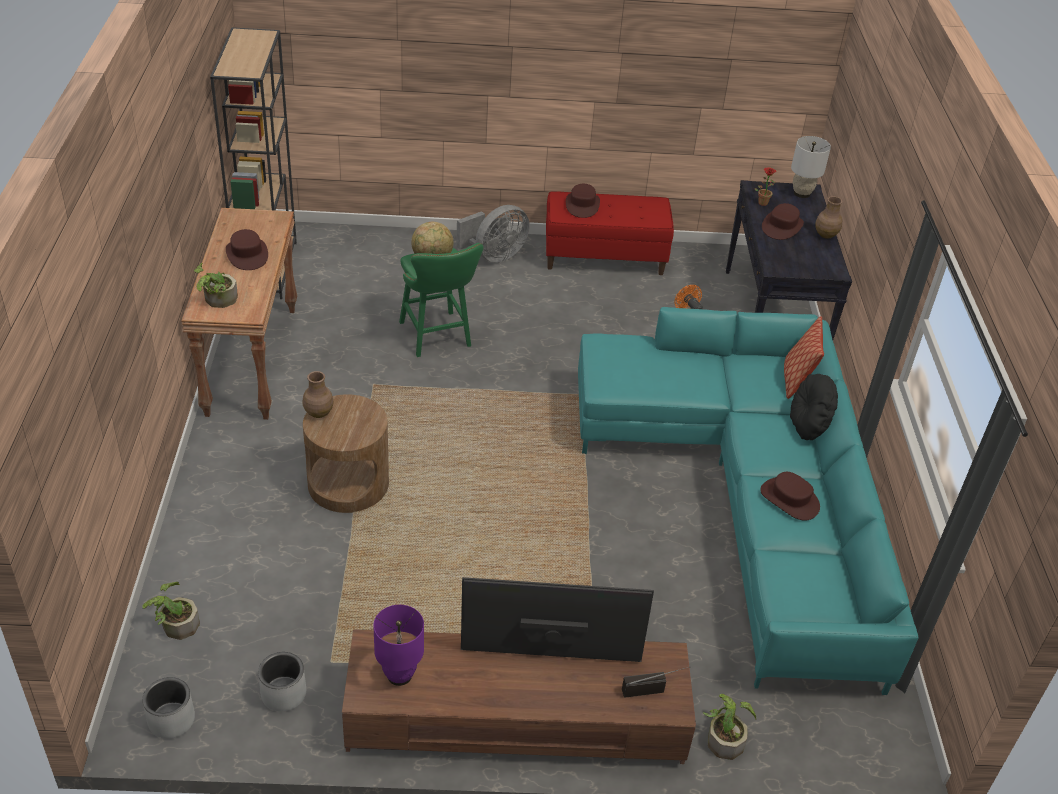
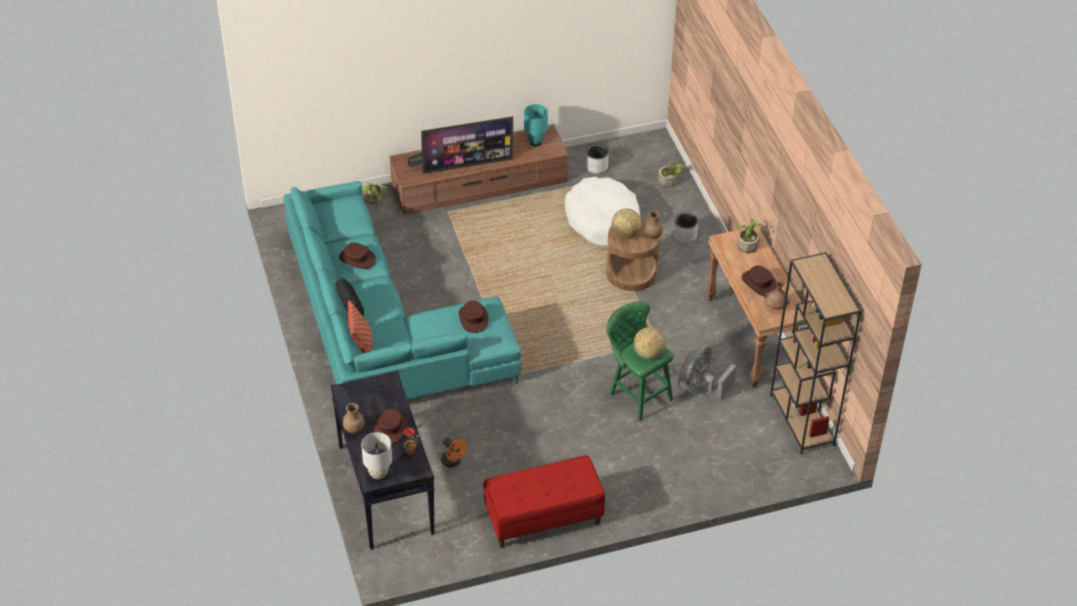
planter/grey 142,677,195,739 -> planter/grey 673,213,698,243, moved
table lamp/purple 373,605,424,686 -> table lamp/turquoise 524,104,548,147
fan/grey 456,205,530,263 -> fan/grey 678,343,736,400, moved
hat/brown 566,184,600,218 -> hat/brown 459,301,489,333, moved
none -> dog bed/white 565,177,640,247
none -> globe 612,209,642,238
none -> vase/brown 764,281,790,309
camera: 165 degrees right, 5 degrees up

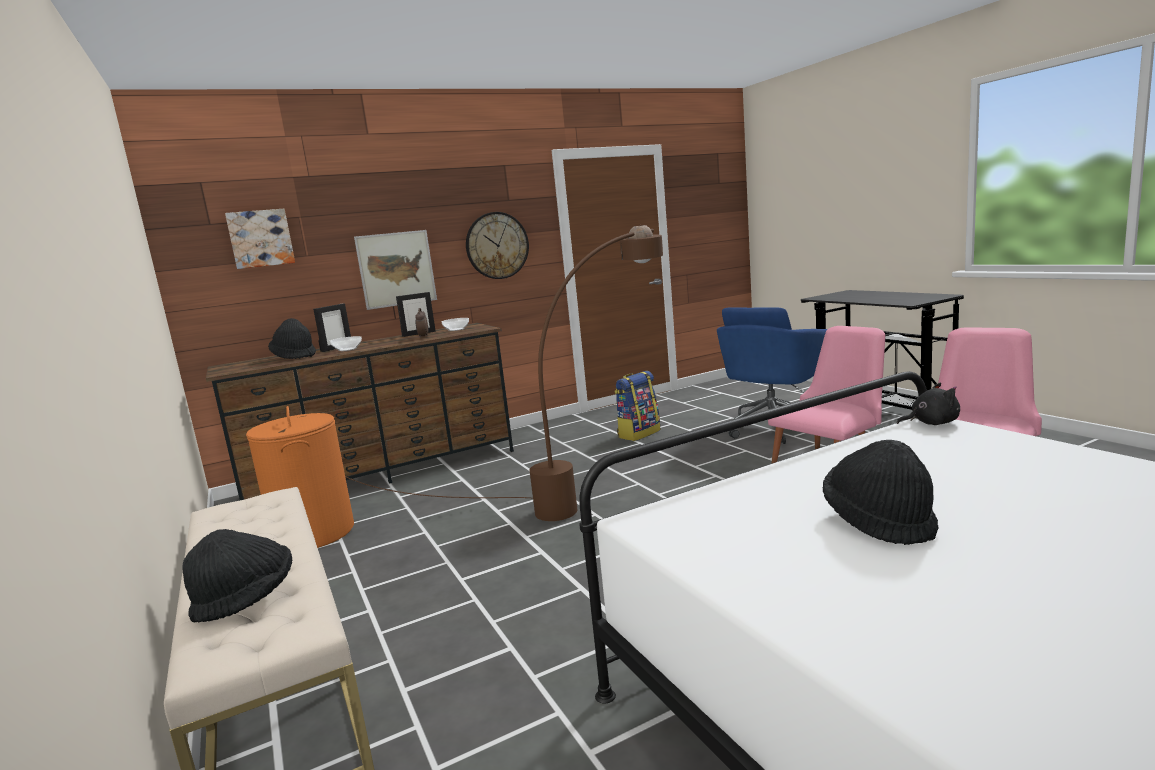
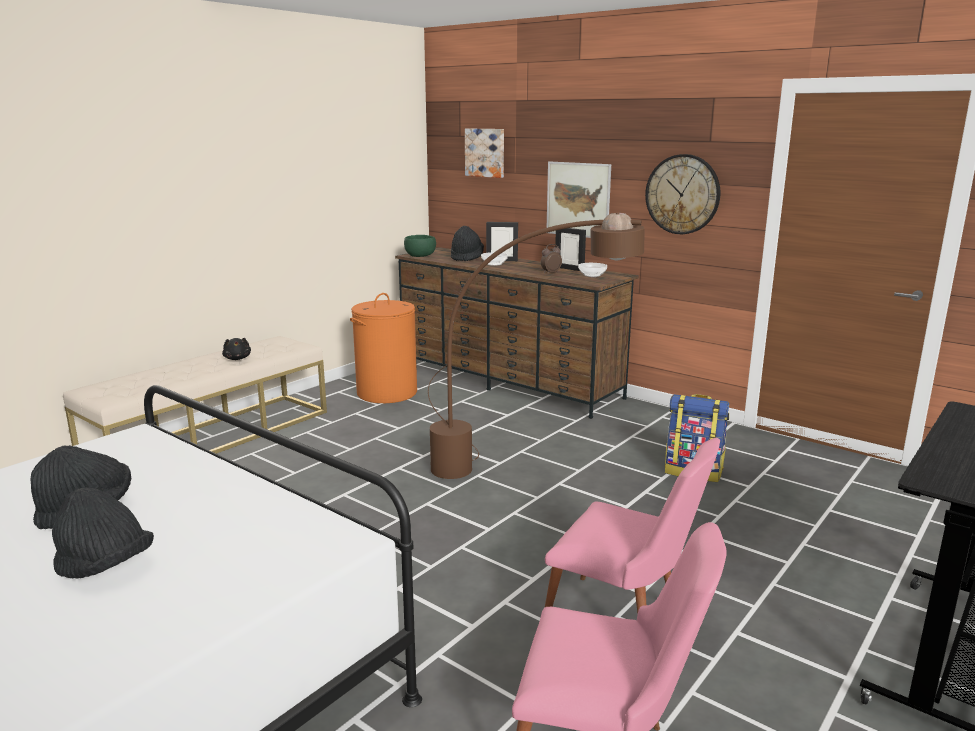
hat/black 182,529,292,623 -> hat/black 52,488,154,578, moved
office chair/blue 717,307,827,444 -> none
plush toy/black 897,383,960,425 -> plush toy/black 222,338,251,360, moved
none -> bowl/green 404,235,436,257
camera: 65 degrees right, 5 degrees up

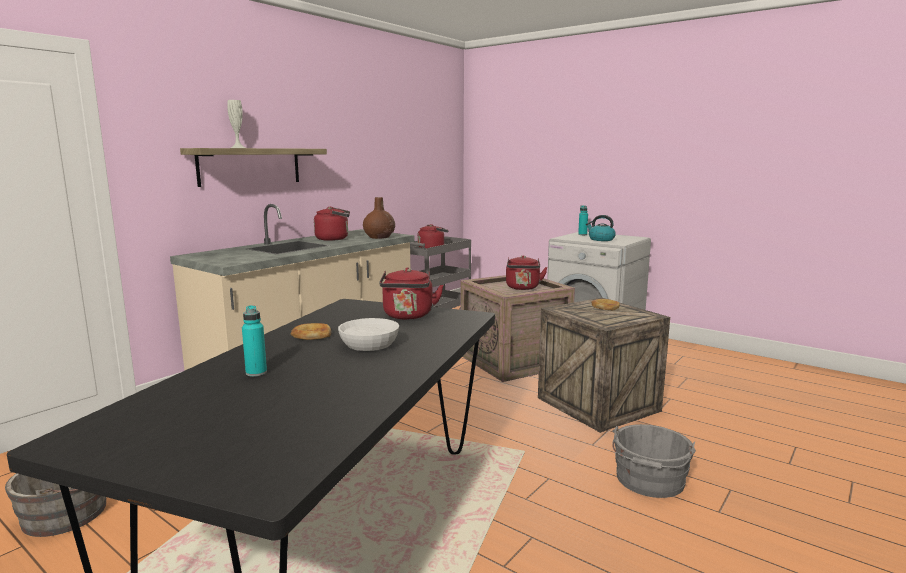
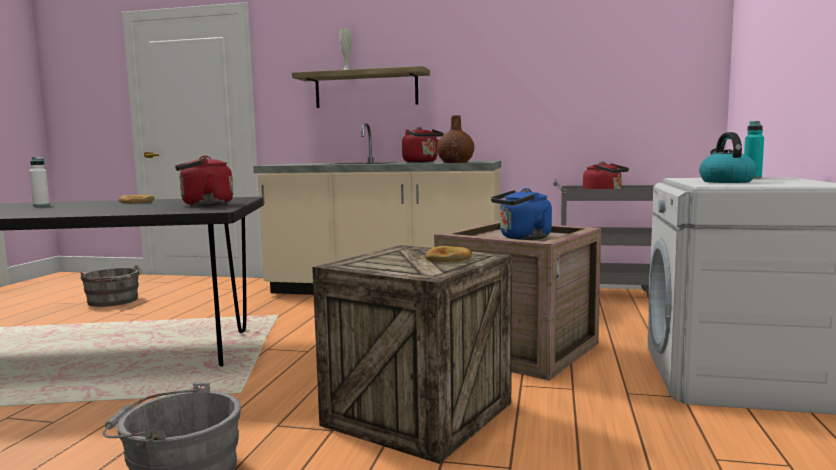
bottle/turquoise 242,305,267,377 -> bottle/white 29,157,50,206
bowl/white 338,318,399,351 -> none
kettle/red 506,255,548,290 -> kettle/blue 491,188,552,240
camera: 65 degrees right, 5 degrees down

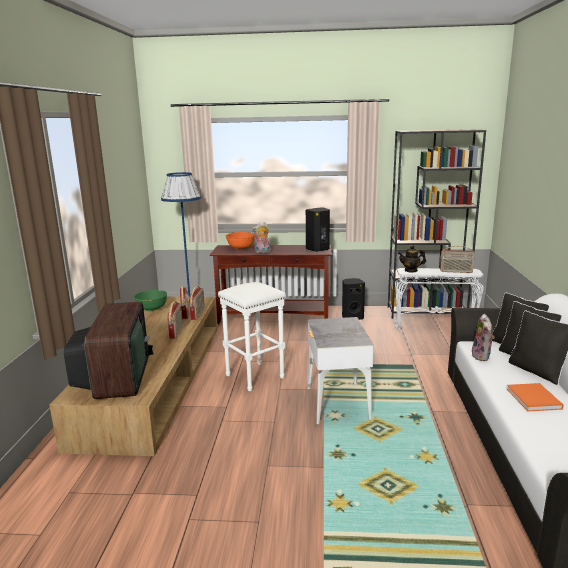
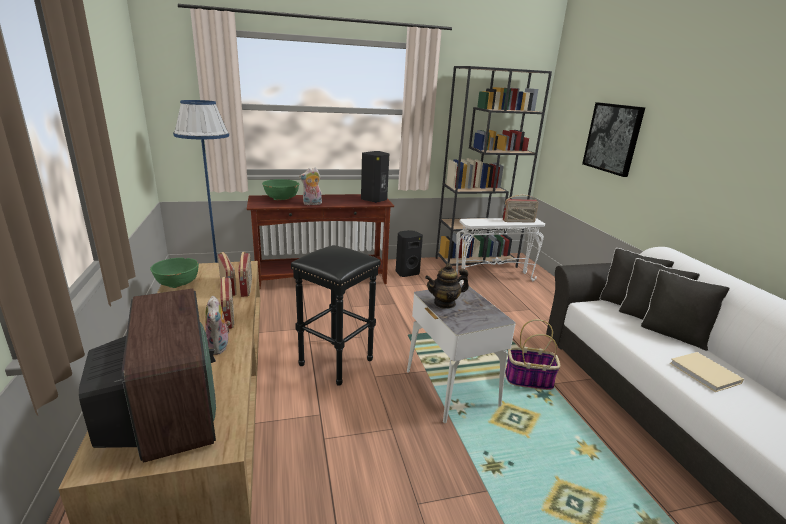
stool/white 218,282,286,391 -> stool/black 291,245,381,386
bowl/orange 226,232,255,249 -> bowl/green 262,179,299,200
teapot 398,245,426,273 -> teapot 425,263,469,309, moved
plush toy 470,314,495,361 -> plush toy 205,296,231,355, moved
book/orange 507,383,564,411 -> book/beige 670,352,744,392
none -> basket 505,319,560,390
none -> picture 582,102,646,177
camera: 20 degrees left, 5 degrees up

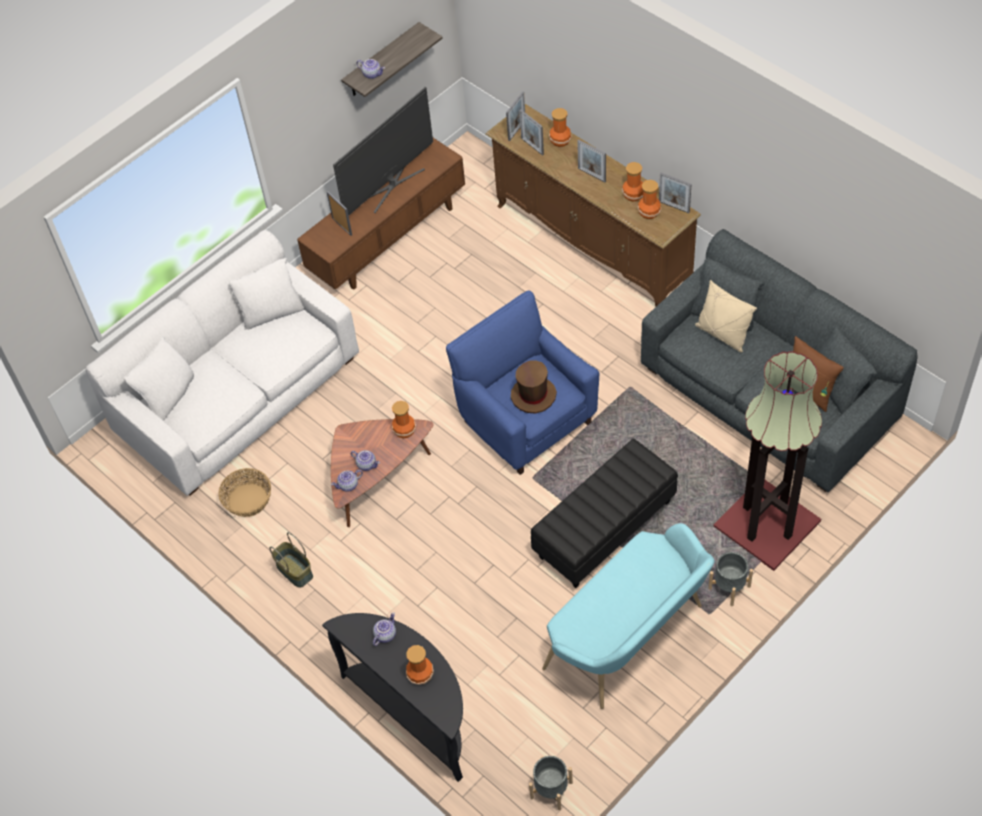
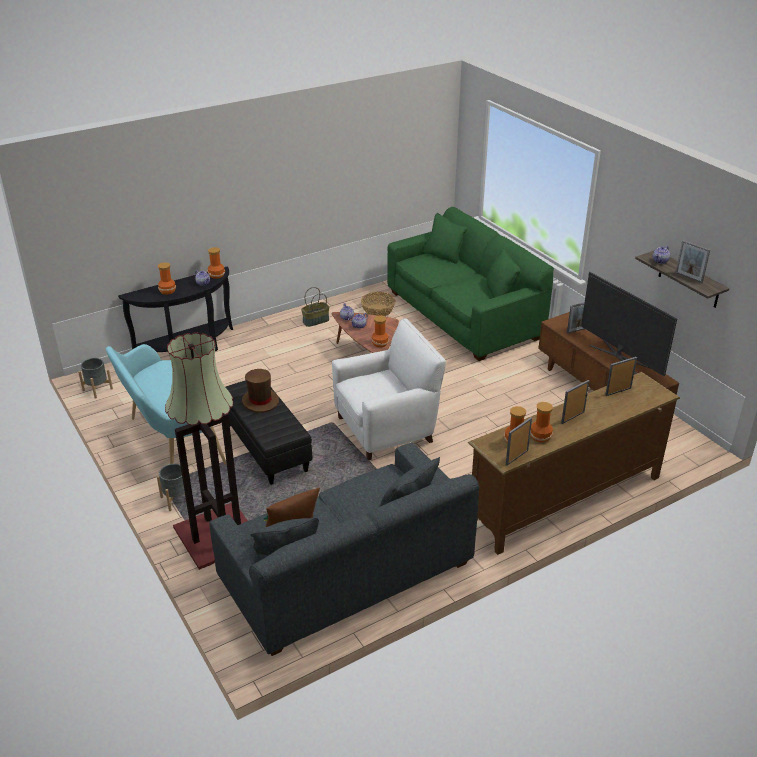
sofa/white 86,230,359,496 -> sofa/green 387,207,554,361
armchair/blue 446,290,599,475 -> armchair/white 332,318,446,460
picture frame 506,91,525,141 -> picture frame 676,240,710,283, moved
hat/brown 511,361,557,414 -> hat/brown 242,369,279,413, moved
vase 549,108,572,147 -> vase 208,247,225,279, moved
pillow/beige 695,280,757,352 -> none
camera: 100 degrees right, 20 degrees down

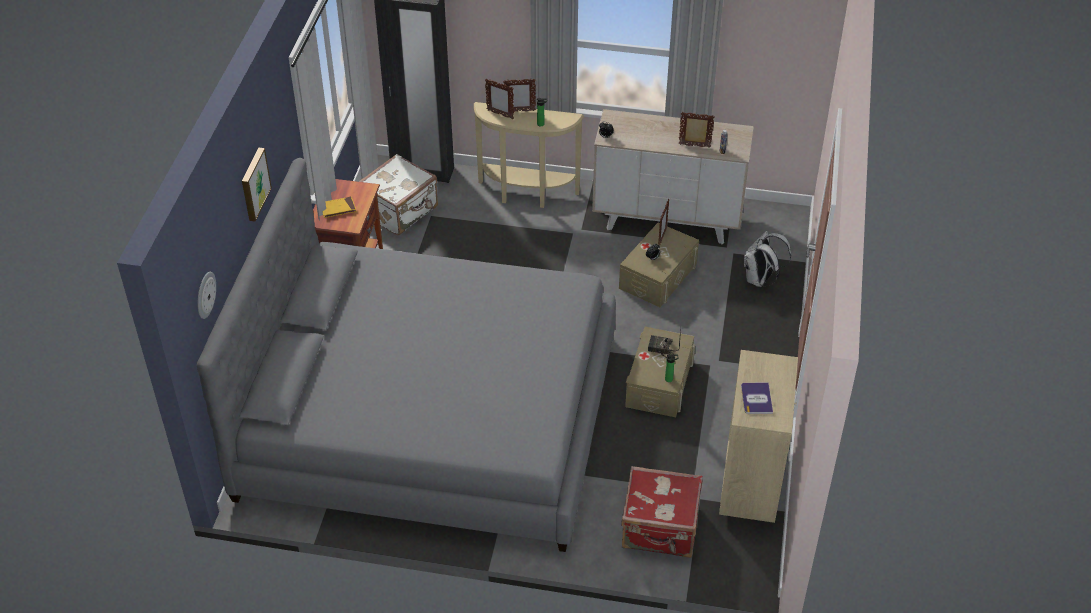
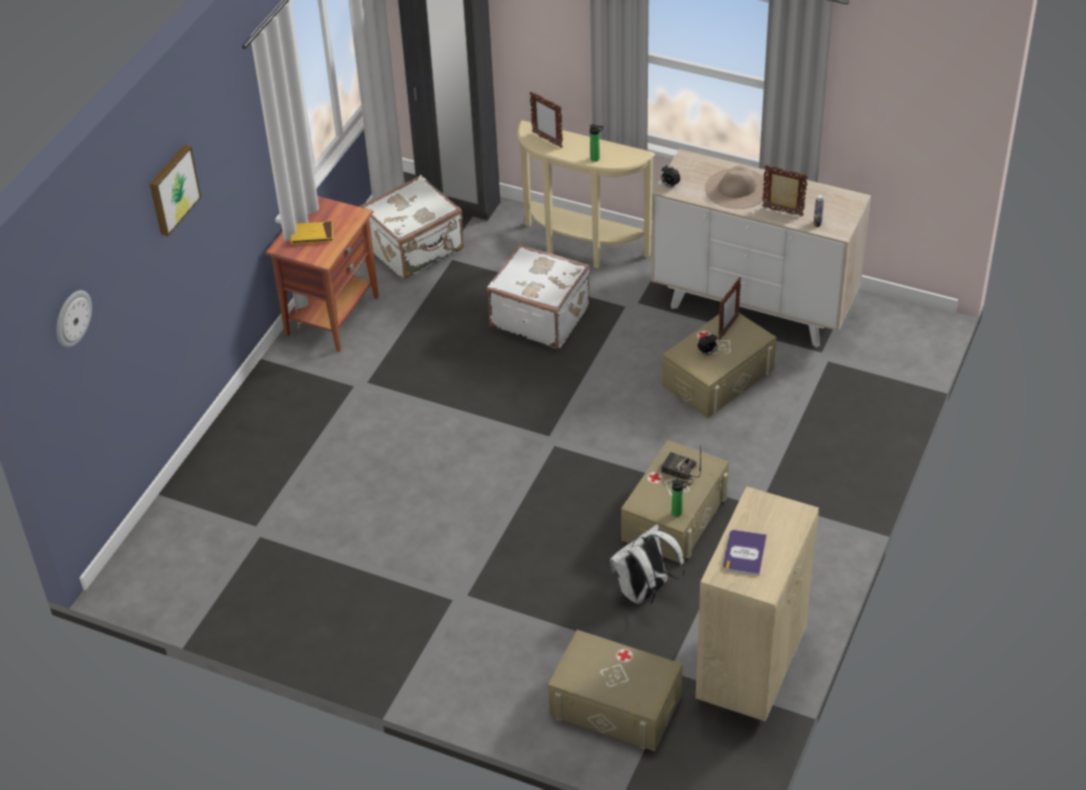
bed/grey 197,158,616,552 -> none
picture frame 503,78,536,112 -> none
suitcase/red 621,466,703,558 -> storage box/beige 548,630,682,751
backpack/white 744,231,791,287 -> backpack/white 610,524,685,605, moved
none -> suitcase/white 487,244,591,349
none -> hat/beige 705,166,768,209
camera: 15 degrees right, 0 degrees up

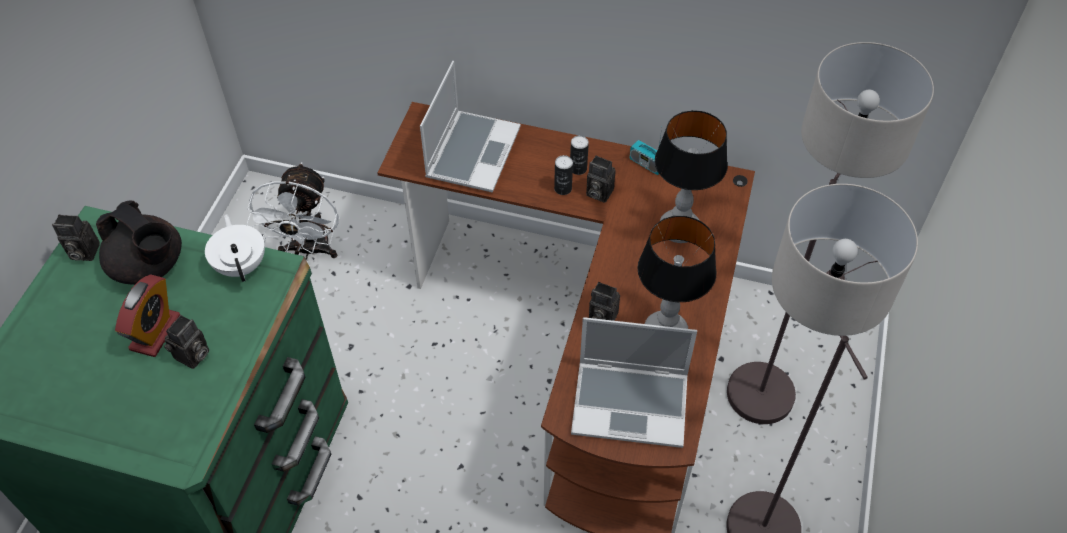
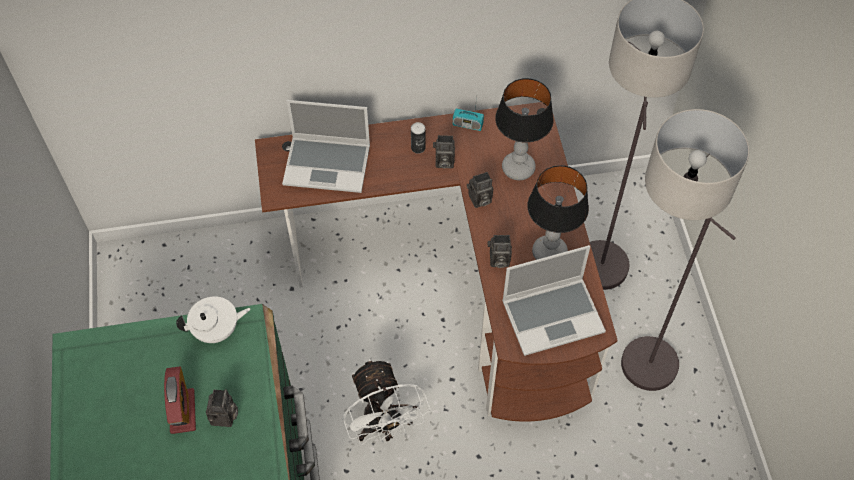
photo camera 52,215,100,261 -> photo camera 467,172,493,208, moved
teapot/black 96,201,182,285 -> none
teapot/white 205,214,265,282 -> teapot/white 176,296,251,343, 120 degrees clockwise
fan/white 247,162,339,260 -> fan/white 343,359,431,445, moved
laptop 420,61,521,193 -> laptop 282,100,370,193, 105 degrees clockwise
can 554,155,573,195 -> none
camera: 25 degrees left, 5 degrees up

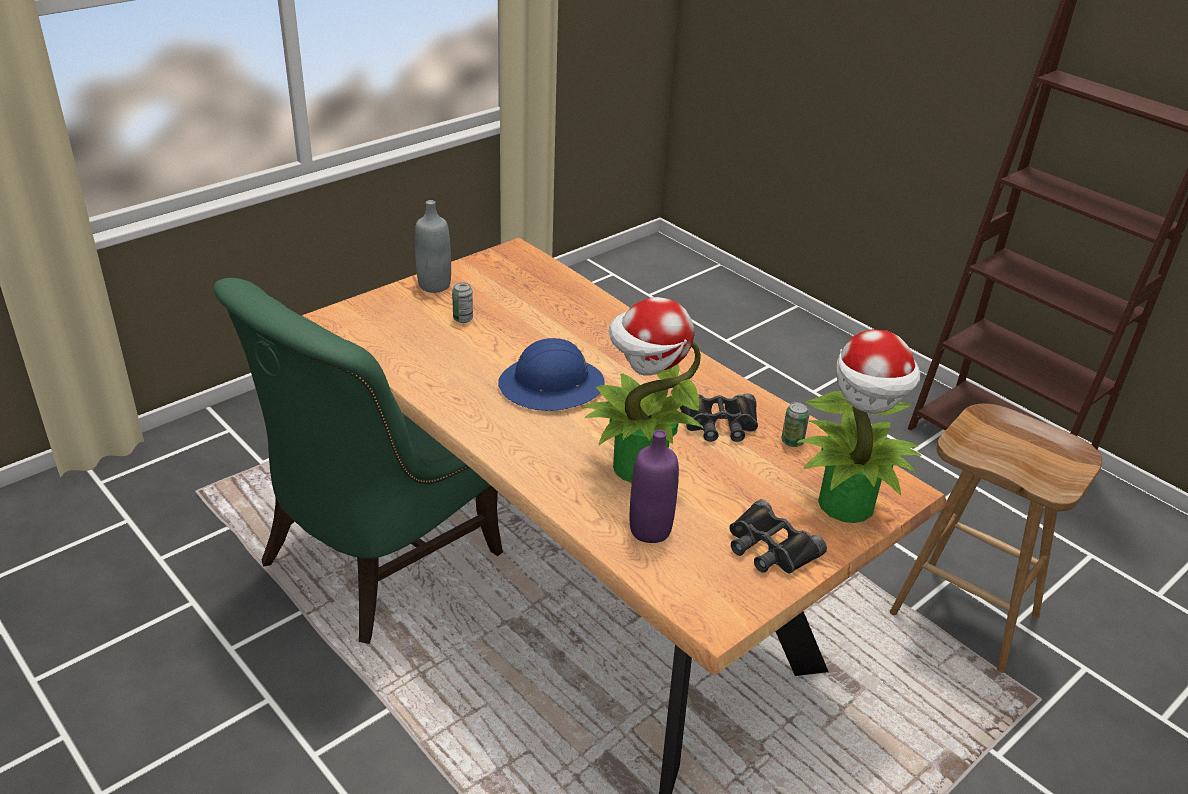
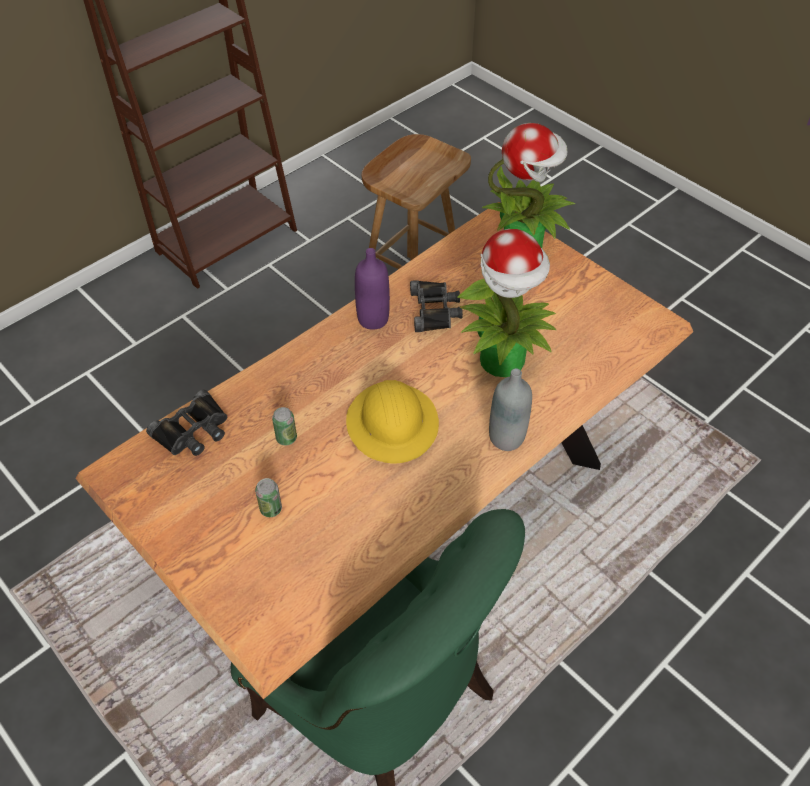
bottle/grey 415,200,451,293 -> bottle/grey 489,368,532,451, moved
hard hat/blue 498,338,605,411 -> hard hat/yellow 346,380,439,464
bottle/purple 630,430,679,543 -> bottle/purple 355,248,390,330, moved
binoculars/black 729,499,827,574 -> binoculars/black 146,390,227,456, moved
can 781,402,810,447 -> can 272,407,297,446, moved
camera: 90 degrees left, 15 degrees up

